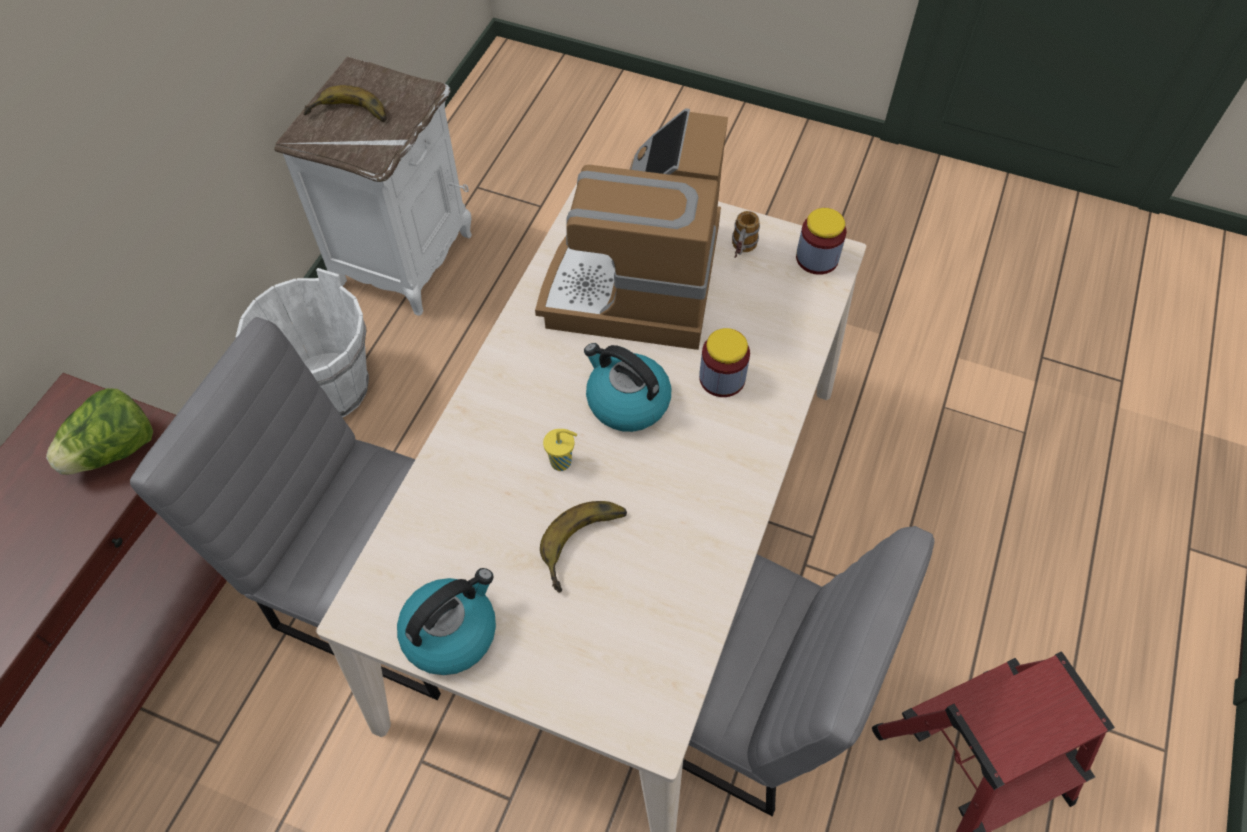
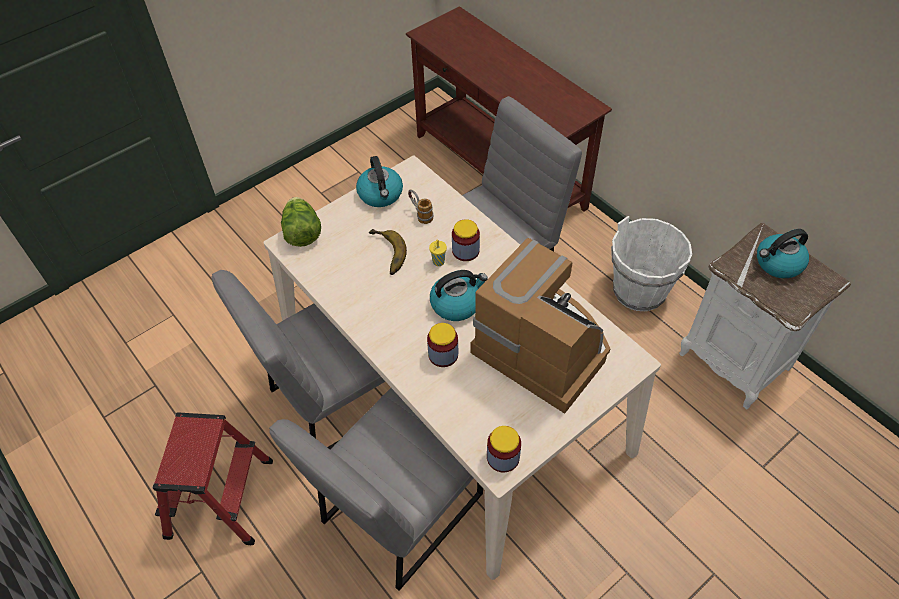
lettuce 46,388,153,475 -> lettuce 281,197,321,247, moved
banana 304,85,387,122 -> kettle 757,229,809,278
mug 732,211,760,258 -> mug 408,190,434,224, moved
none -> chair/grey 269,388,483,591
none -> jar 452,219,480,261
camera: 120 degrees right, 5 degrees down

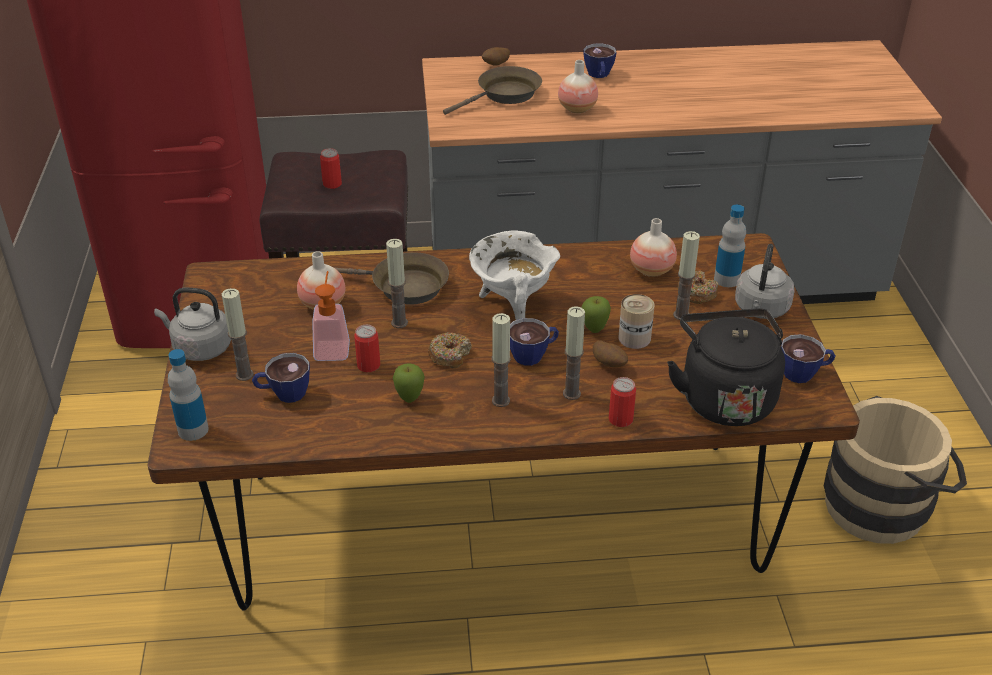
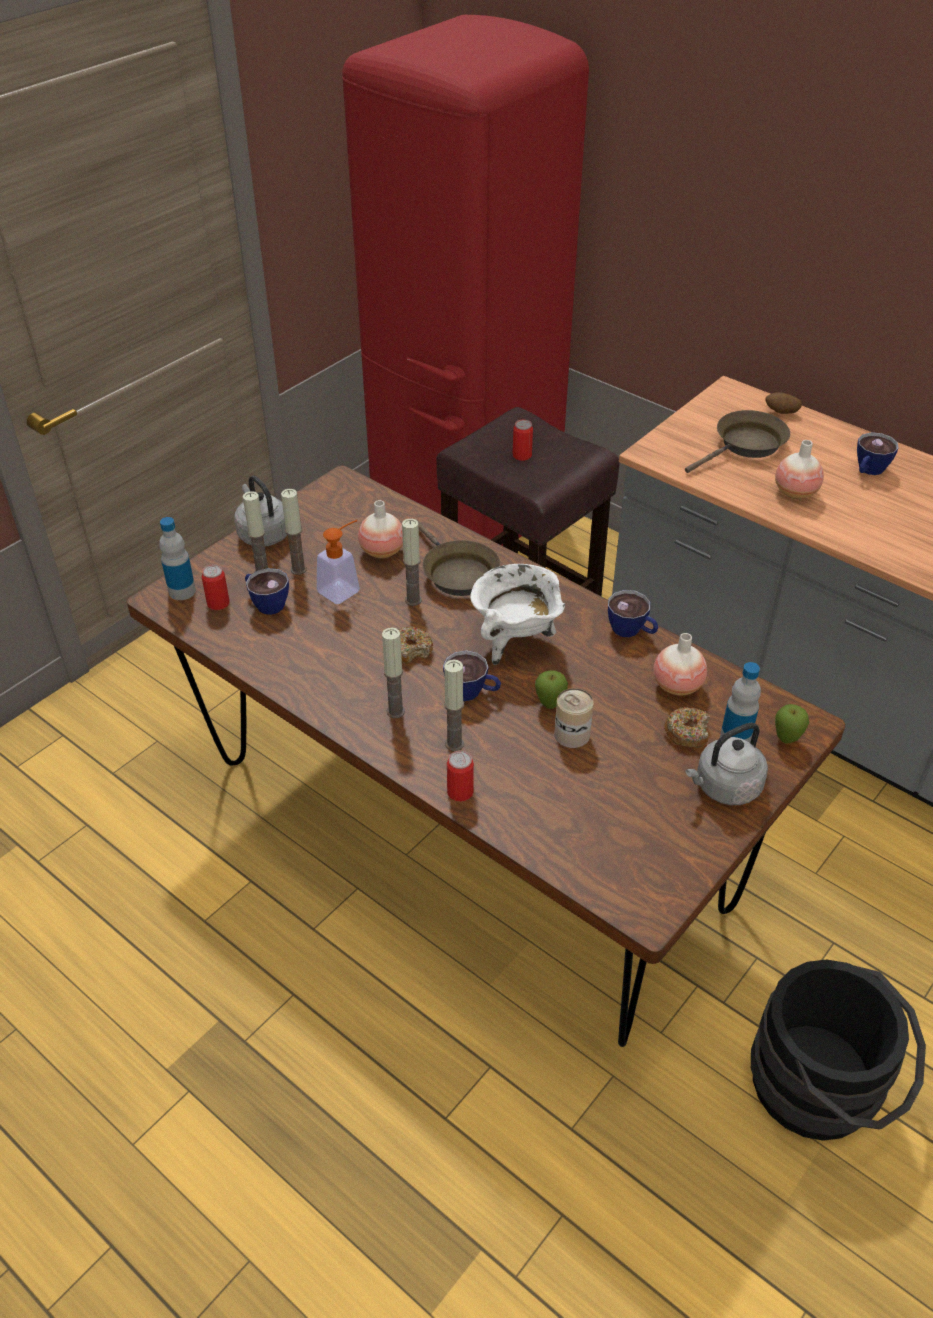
can 354,325,380,372 -> can 202,564,230,610, moved
apple 393,364,425,403 -> apple 775,704,809,743, moved
frying pan/brown 443,66,542,115 -> frying pan/brown 685,410,790,473, 45 degrees counterclockwise
potato 593,341,628,367 -> none
kettle/black 667,309,785,426 -> none
candle 673,231,700,320 -> candle 281,489,307,575, moved
cup 781,334,836,383 -> cup 608,590,658,637, moved
bucket/beige 824,396,967,544 -> bucket/black 751,960,926,1141
camera: 45 degrees right, 5 degrees up

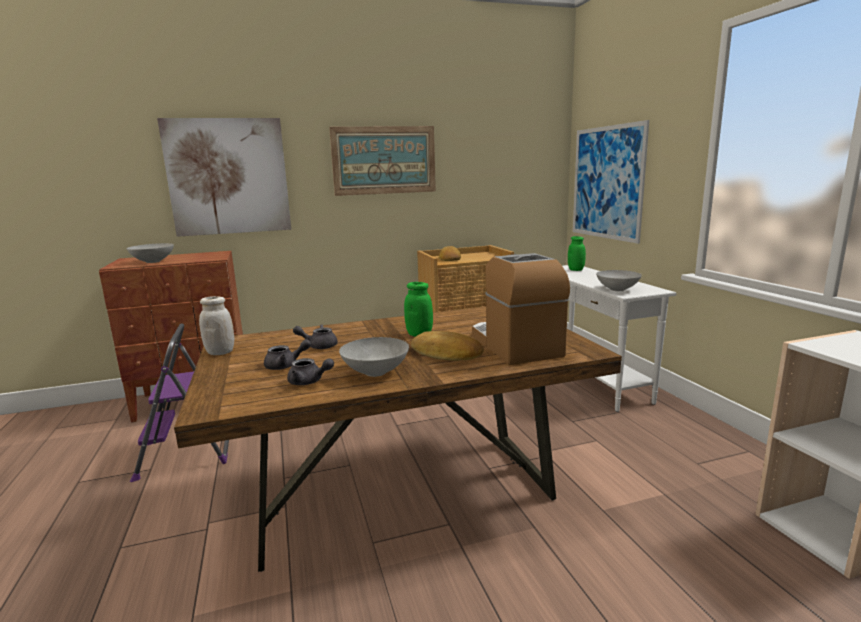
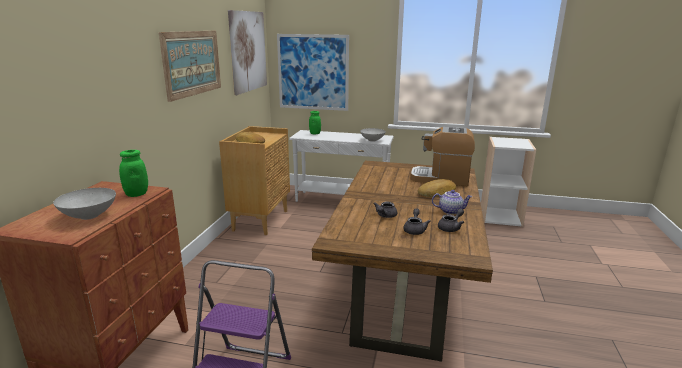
picture 157,118,291,237 -> picture 228,10,267,95, moved
jar/white 199,296,234,355 -> none
bowl/grey 339,337,409,377 -> teapot 432,190,472,215
jar/green 404,282,433,337 -> jar/green 119,150,148,197, moved
camera: 60 degrees left, 5 degrees up

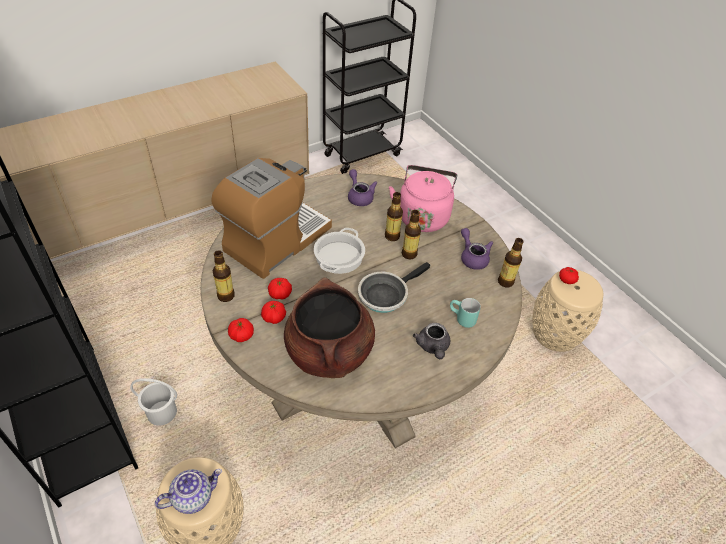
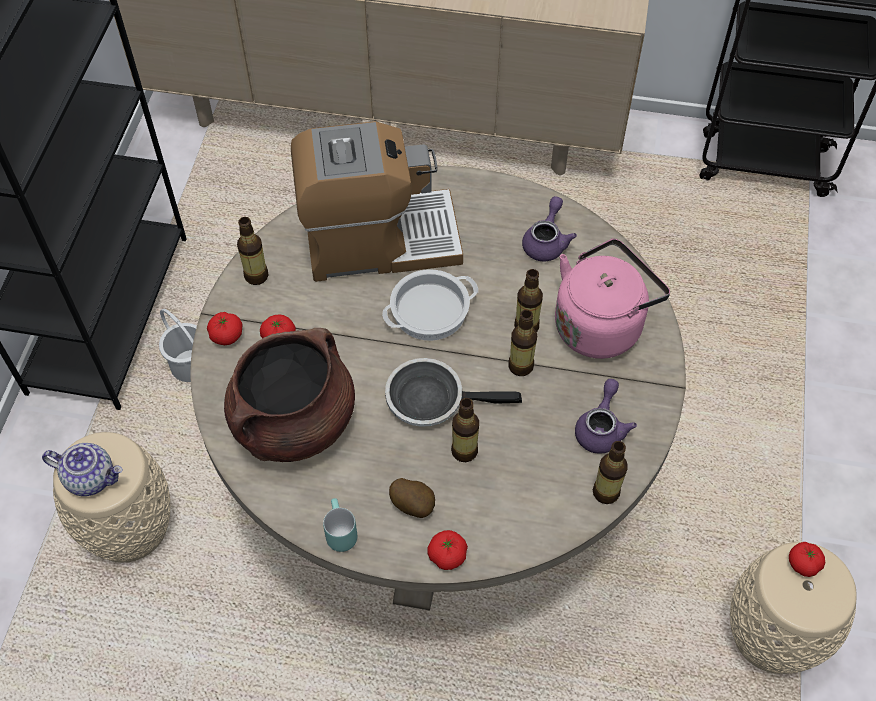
tomato 268,278,292,299 -> tomato 428,530,468,570, moved
teapot/grey 413,323,450,359 -> potato 389,478,435,518
mug/turquoise 450,298,481,328 -> mug/turquoise 323,498,357,552, moved
none -> bottle 451,398,479,462
camera: 45 degrees right, 10 degrees up

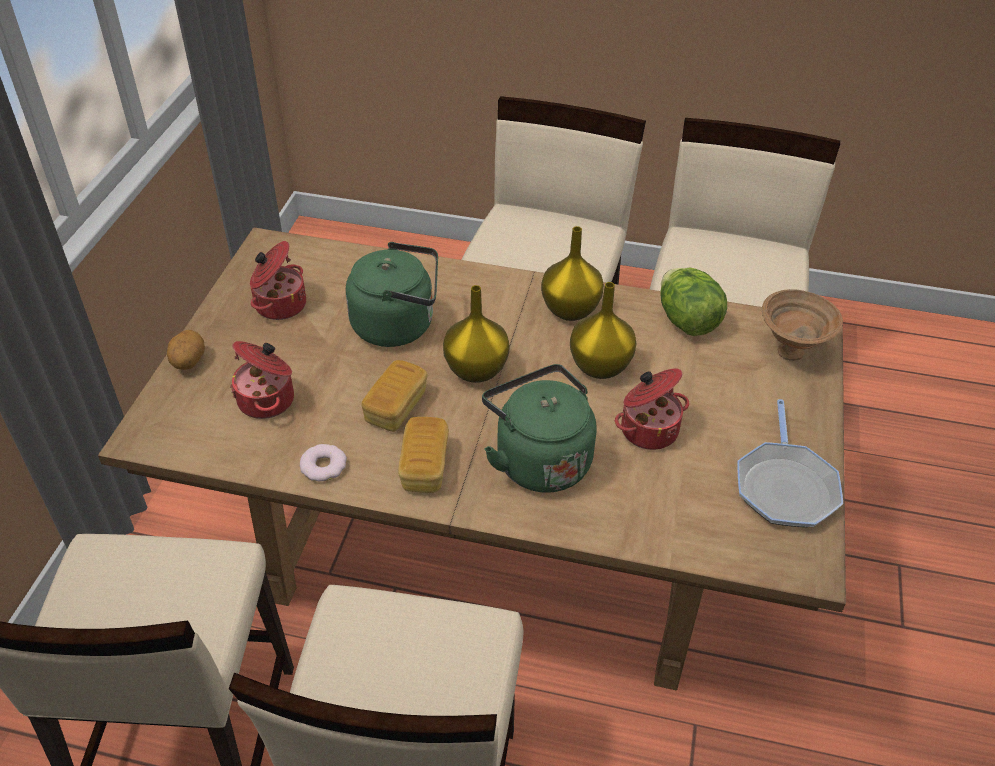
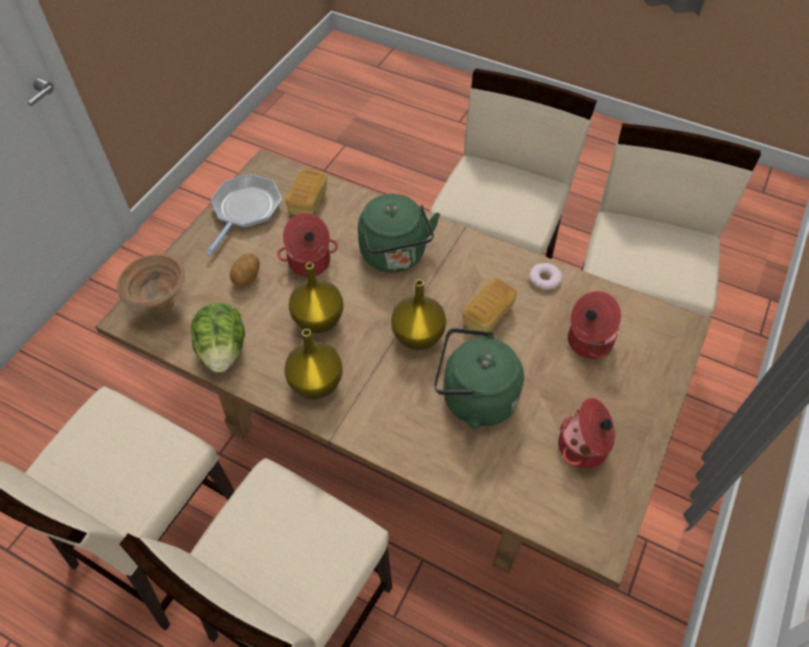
potato 167,330,205,370 -> potato 230,253,260,286, moved
bread 398,417,449,493 -> bread 285,168,327,215, moved
camera: 165 degrees left, 10 degrees up

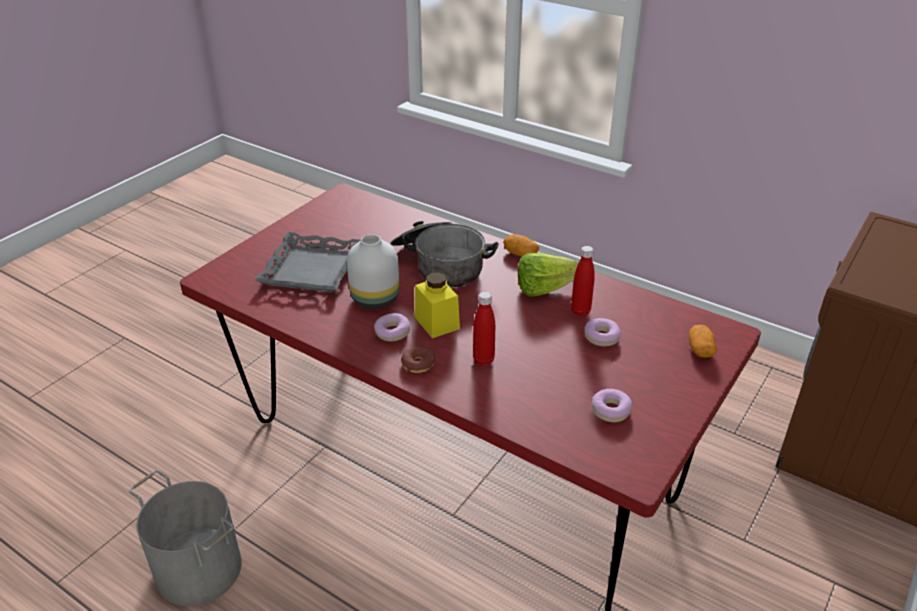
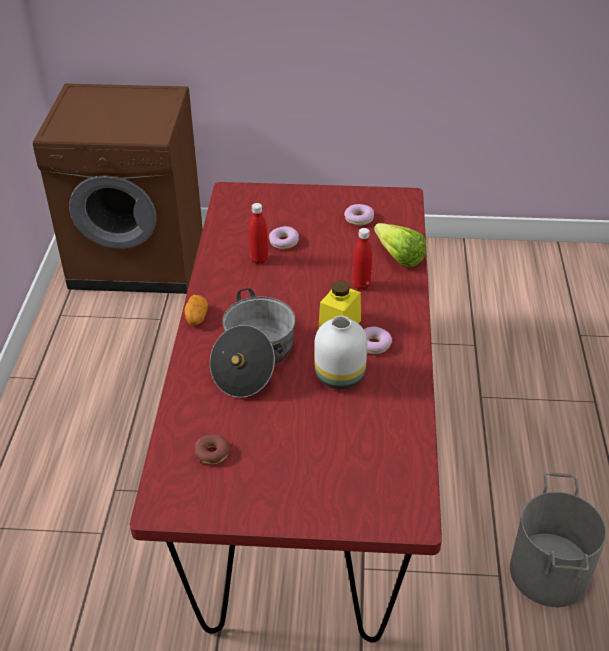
tray/grey 255,232,361,292 -> none
donut 401,347,435,373 -> donut 195,435,230,464, moved
lettuce 518,253,579,296 -> lettuce 374,223,426,267, moved
potato 689,325,717,358 -> none
camera: 120 degrees left, 5 degrees up

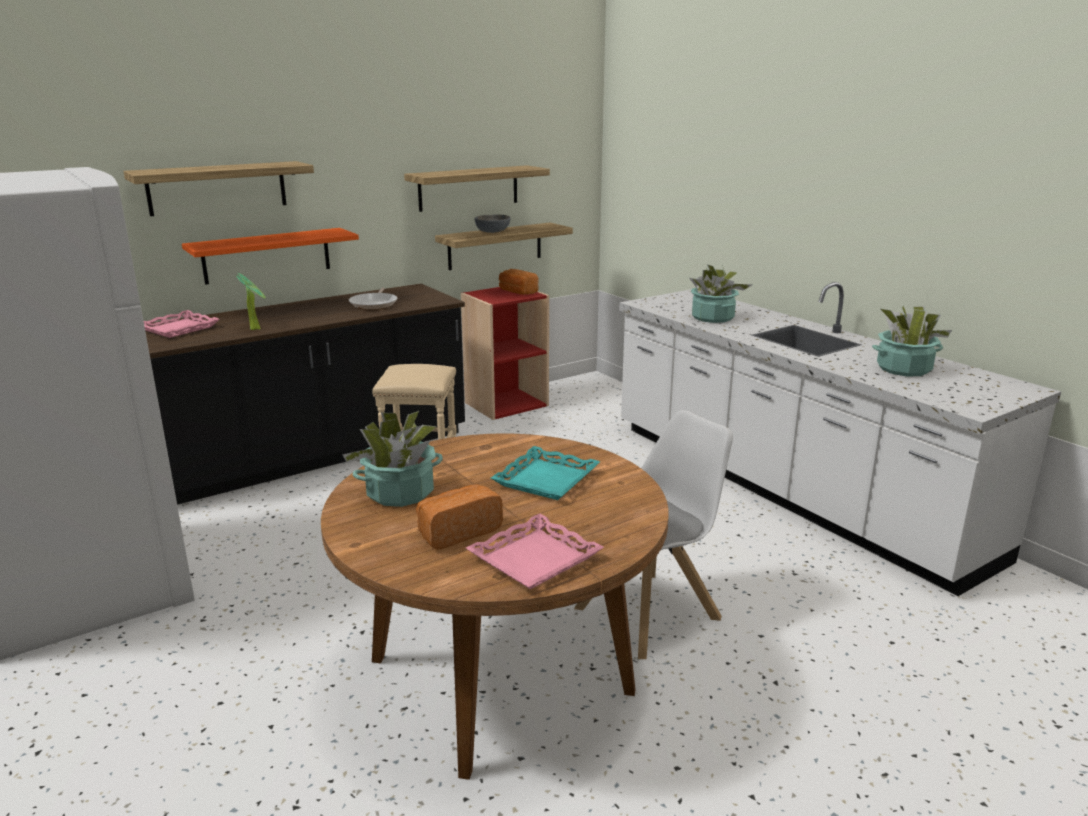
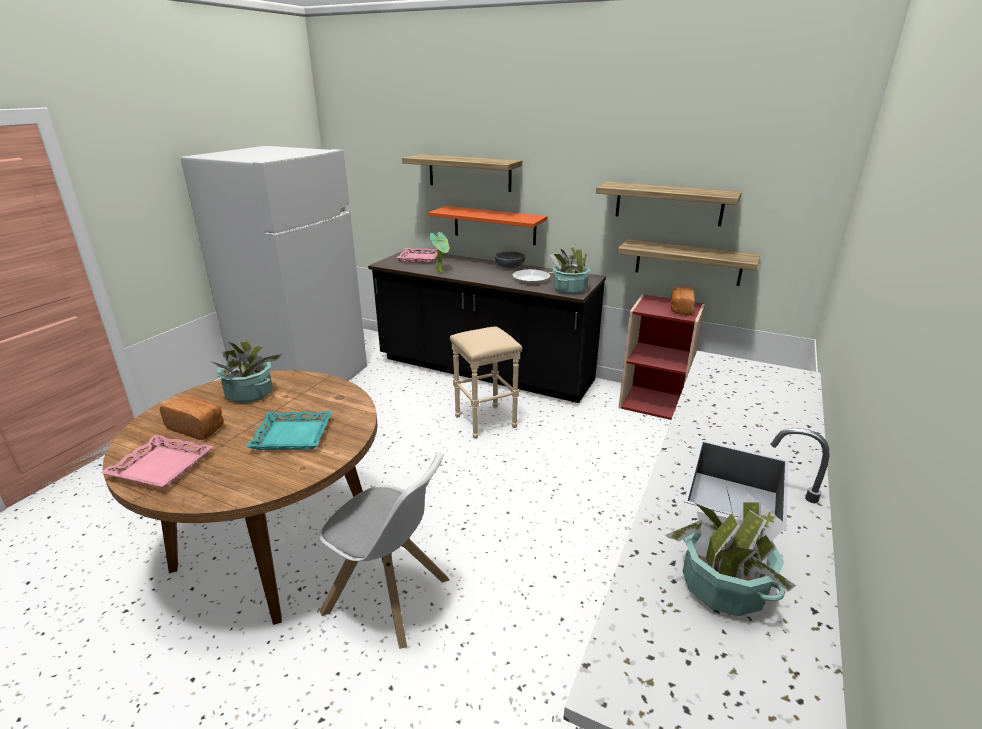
bowl/grey 474,214,510,233 -> bowl/grey 495,251,525,268, moved
potted plant 689,264,752,323 -> potted plant 550,246,591,294, moved
camera: 60 degrees right, 5 degrees up

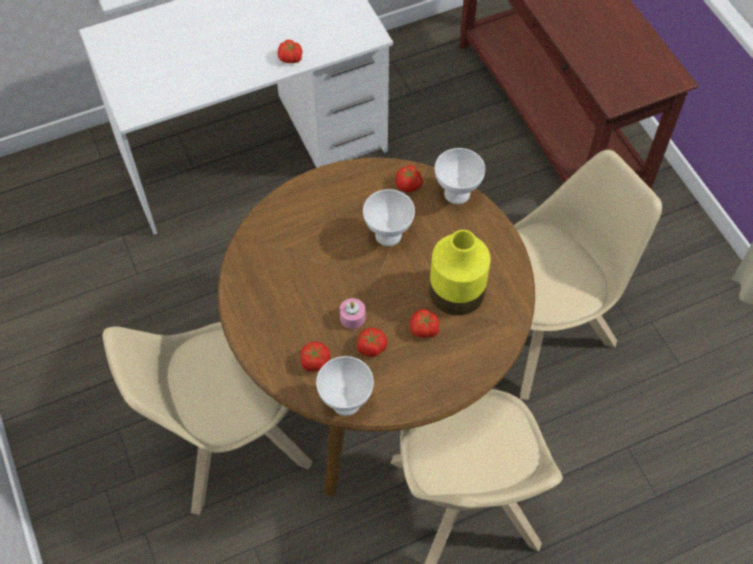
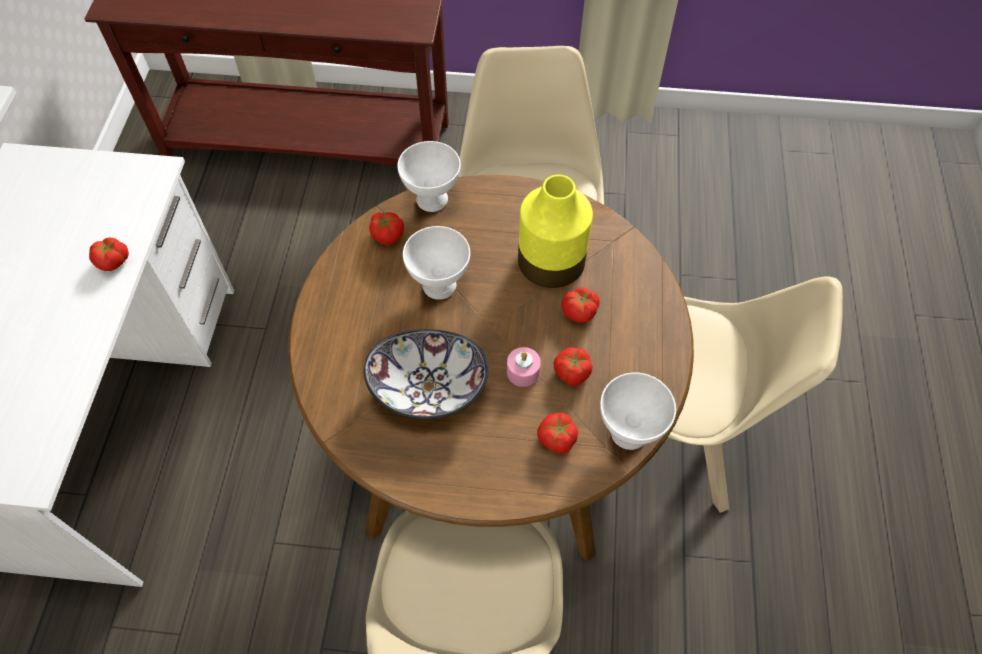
none -> bowl 364,329,489,419
camera: 60 degrees left, 0 degrees up

